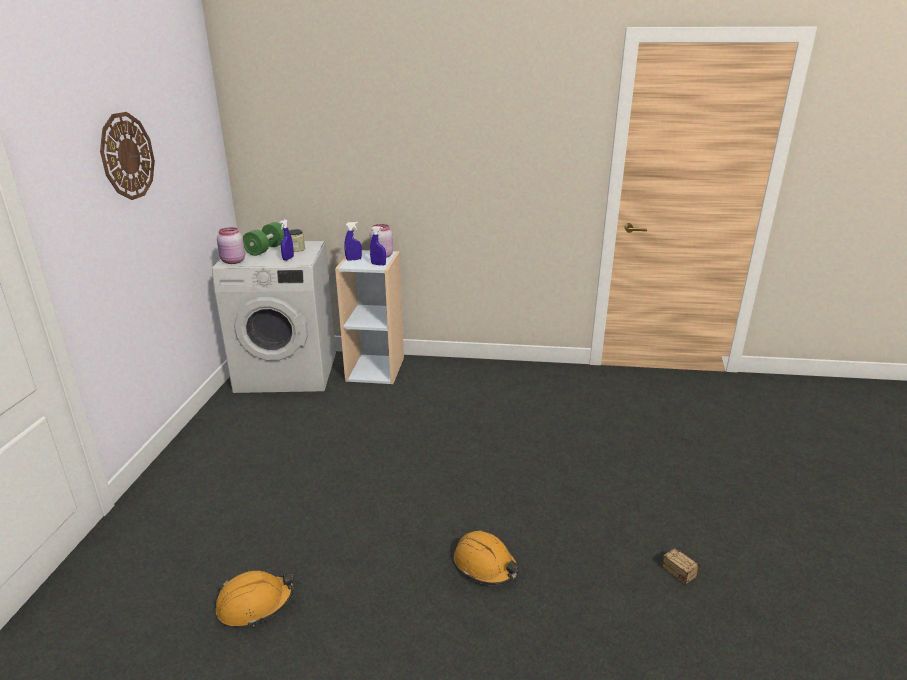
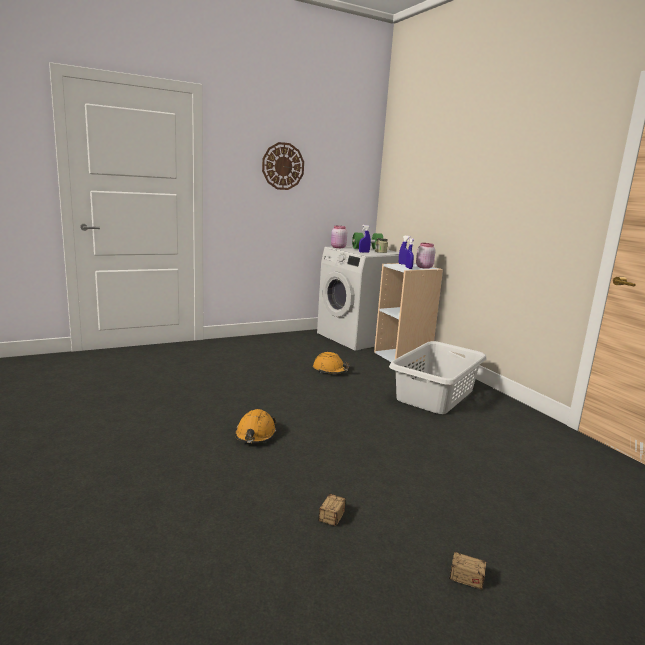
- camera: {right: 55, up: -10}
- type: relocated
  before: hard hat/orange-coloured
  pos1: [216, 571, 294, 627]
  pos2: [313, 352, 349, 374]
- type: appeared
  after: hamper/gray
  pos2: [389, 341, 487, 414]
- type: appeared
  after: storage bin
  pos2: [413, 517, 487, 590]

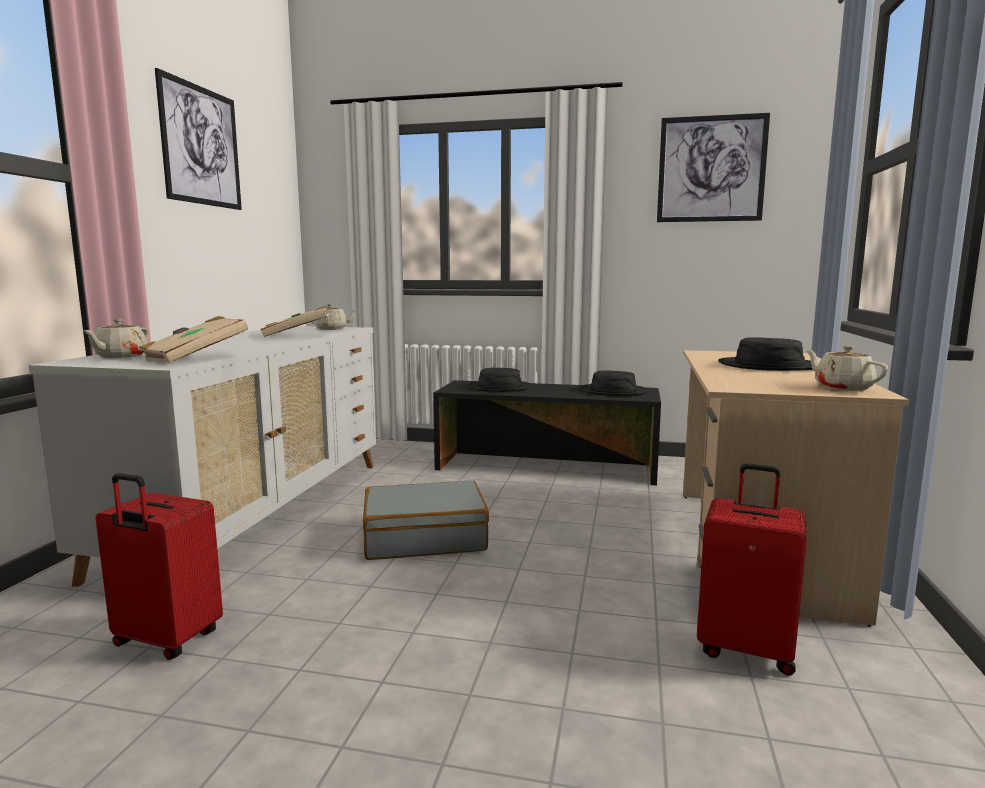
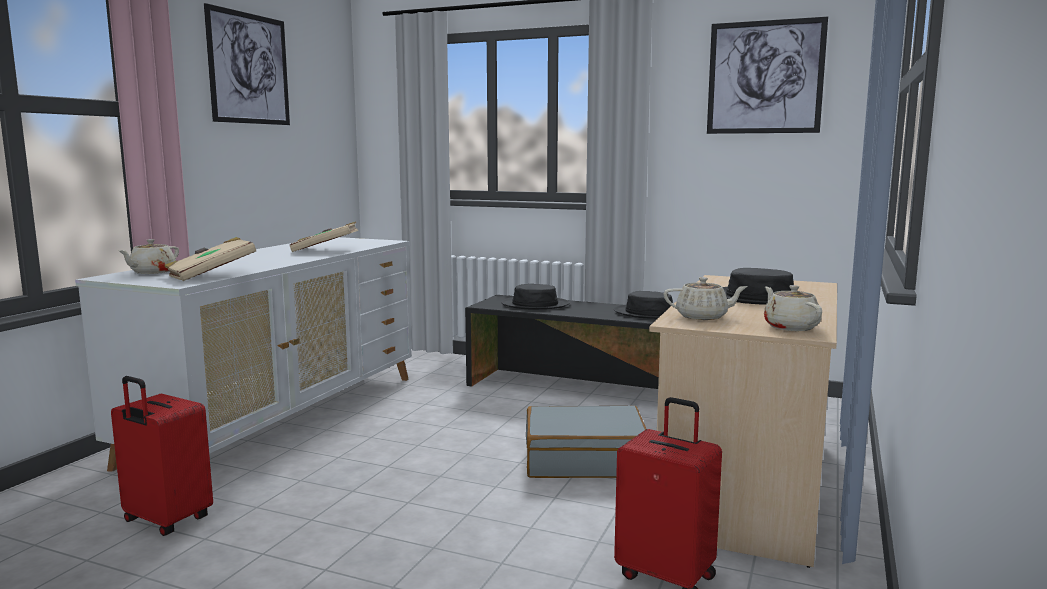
- camera: {right: 10, up: 0}
- type: relocated
  before: tea pot/sand-coloured
  pos1: [306, 303, 358, 330]
  pos2: [663, 277, 748, 320]
- type: relocated
  before: travel case/gray
  pos1: [363, 480, 489, 560]
  pos2: [526, 405, 646, 478]

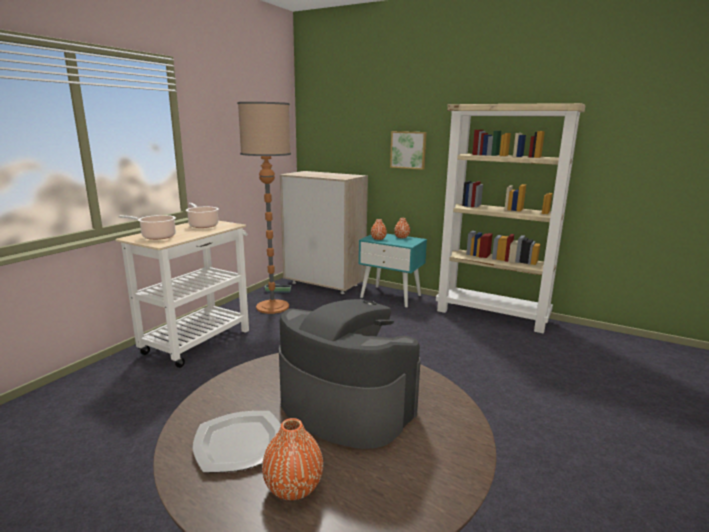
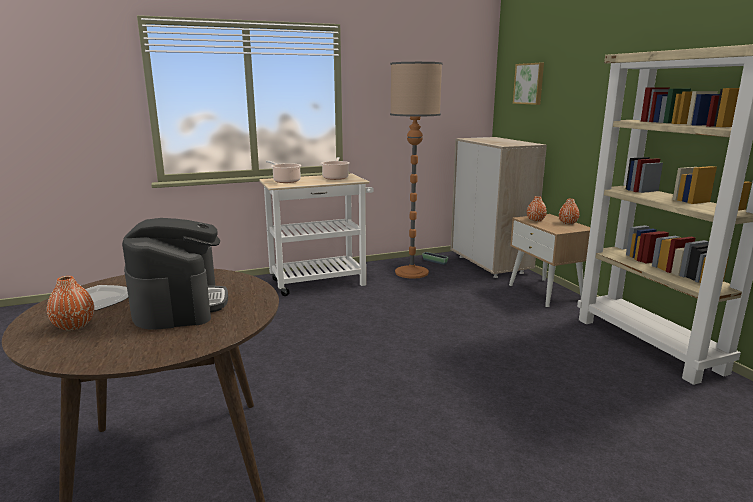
- camera: {right: 40, up: 0}
- type: colour
  before: bedside table/turquoise-coloured
  after: bedside table/sand-coloured
  pos1: [358, 234, 427, 307]
  pos2: [509, 214, 590, 307]
- type: relocated
  before: picture
  pos1: [390, 131, 427, 170]
  pos2: [513, 63, 544, 105]

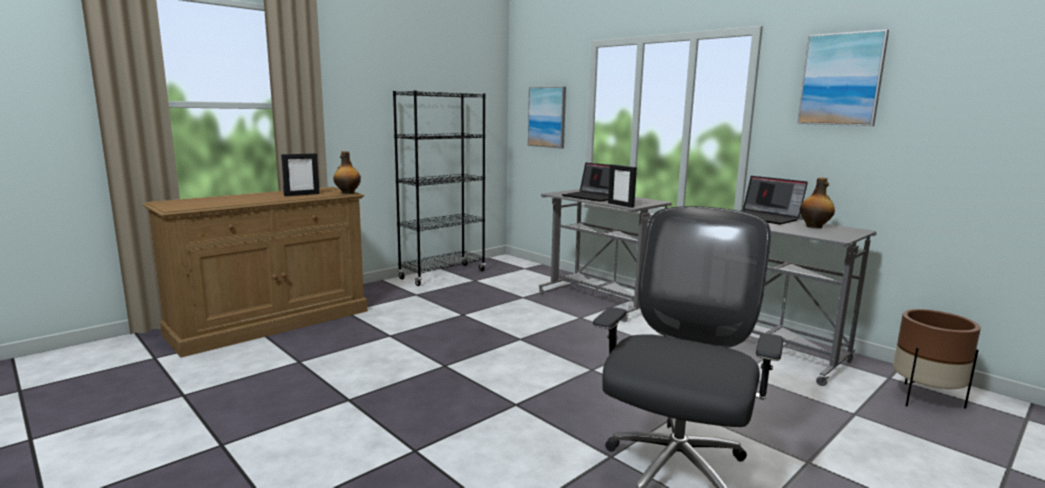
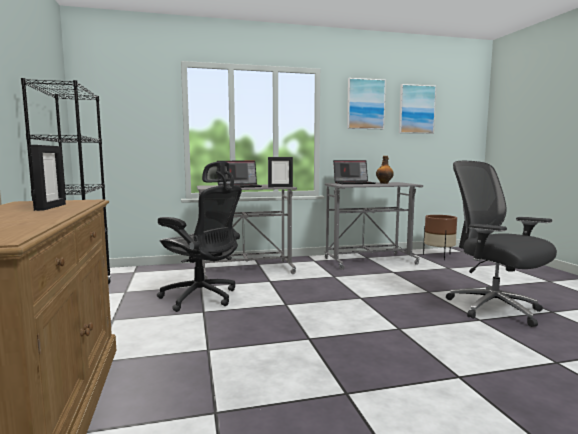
- camera: {right: -60, up: -5}
- type: missing
  before: drink bottle
  pos1: [333, 151, 361, 194]
- type: relocated
  before: picture
  pos1: [528, 87, 566, 149]
  pos2: [399, 84, 436, 134]
- type: appeared
  after: office chair
  pos2: [157, 161, 242, 312]

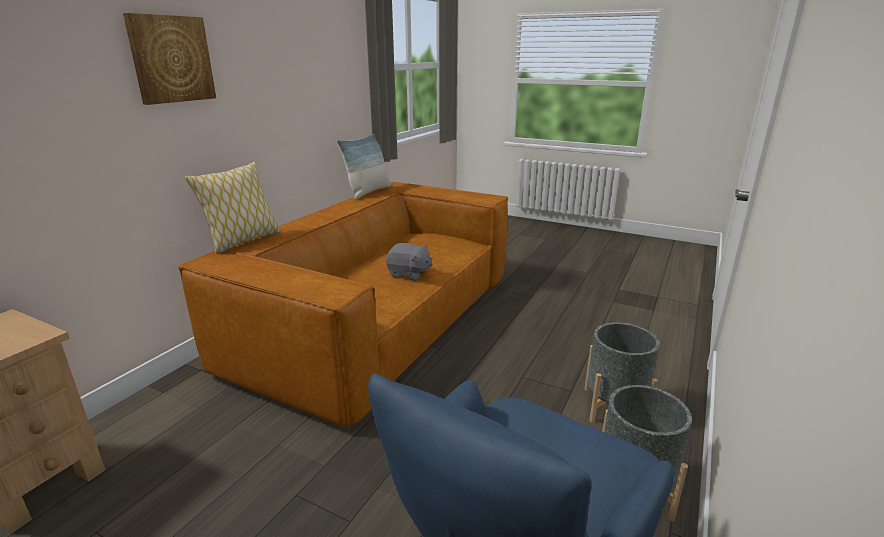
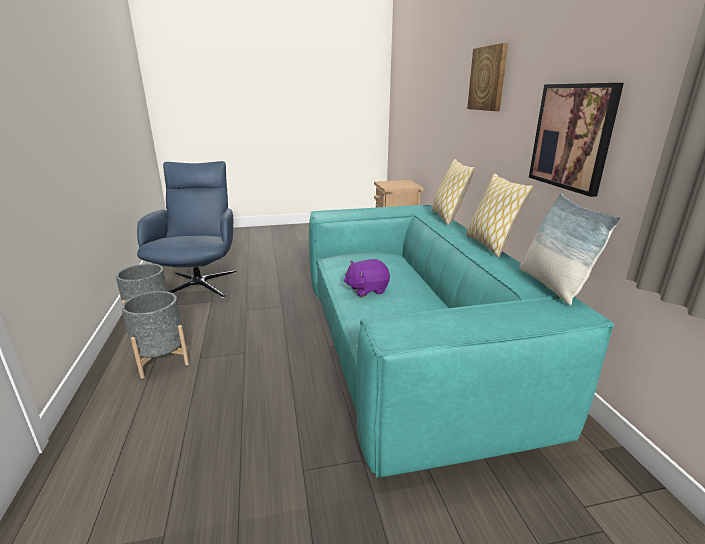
- camera: {right: 140, up: 0}
- type: colour
  before: sofa/brown
  after: sofa/turquoise-coloured
  pos1: [178, 182, 508, 429]
  pos2: [309, 205, 615, 479]
- type: colour
  before: soft toy/gray
  after: soft toy/purplish
  pos1: [386, 243, 433, 281]
  pos2: [344, 259, 390, 297]
- type: appeared
  after: cushion
  pos2: [466, 173, 533, 257]
- type: appeared
  after: picture
  pos2: [529, 83, 624, 197]

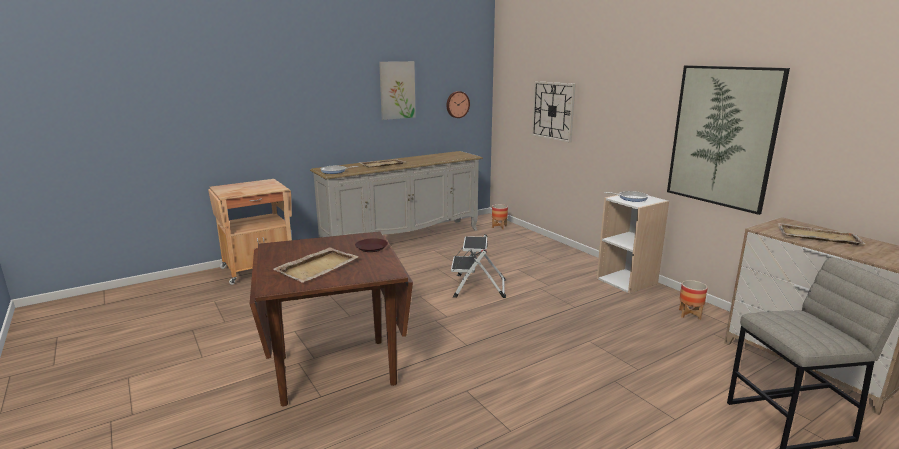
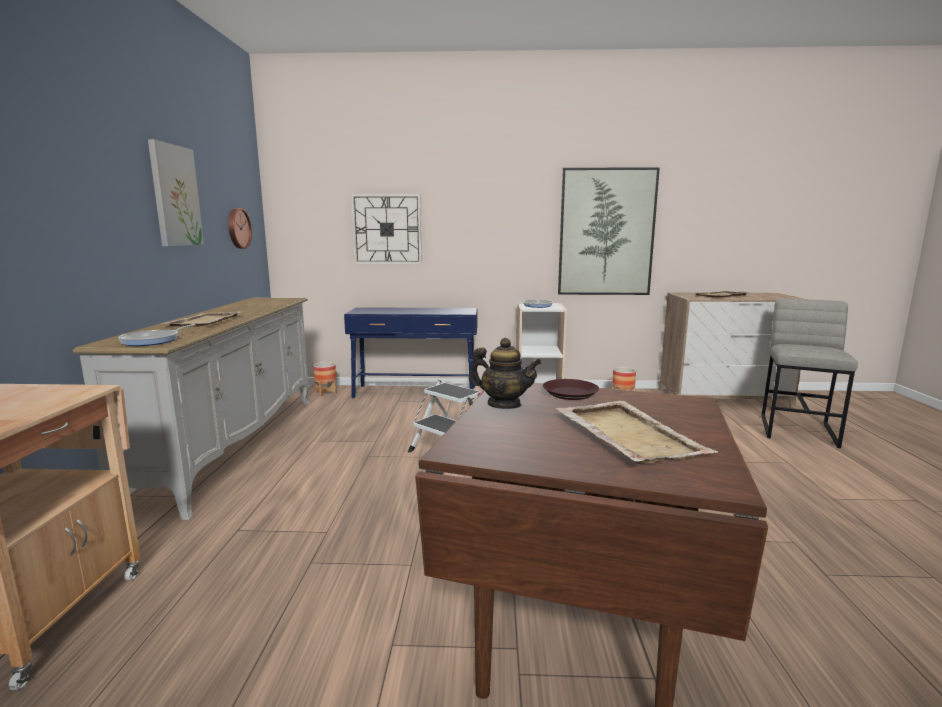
- camera: {right: -55, up: -5}
- type: appeared
  after: narrow table/bluish
  pos2: [344, 307, 478, 400]
- type: appeared
  after: tea pot
  pos2: [469, 338, 541, 409]

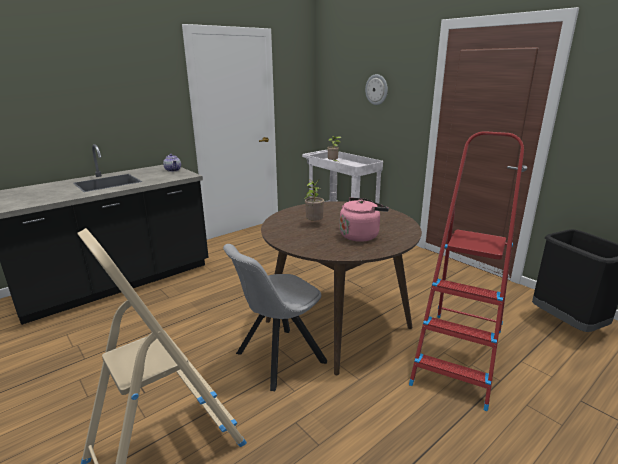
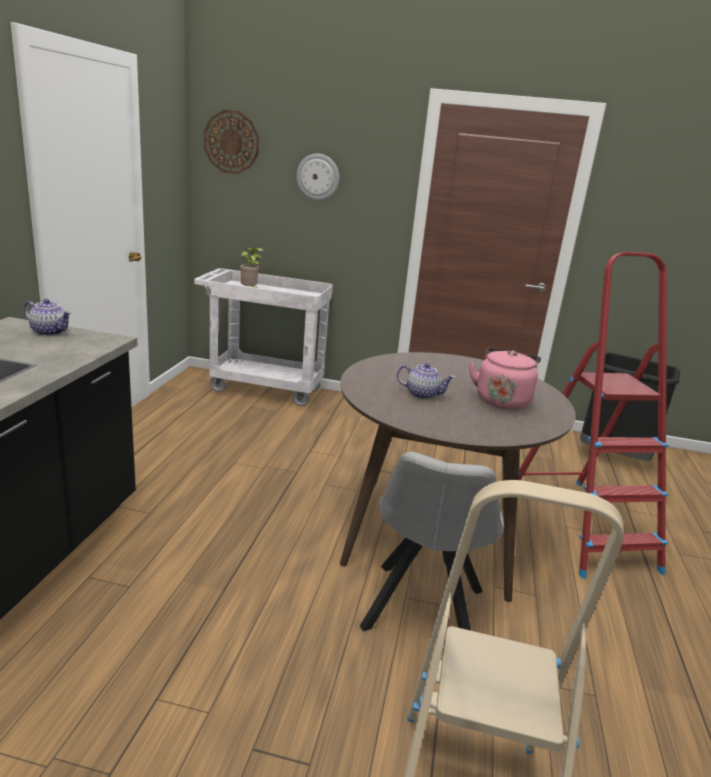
- camera: {right: -40, up: 0}
- type: exchanged
  before: potted plant
  after: tea pot
  pos1: [304, 179, 324, 221]
  pos2: [397, 363, 455, 399]
- type: appeared
  after: clock on the wall
  pos2: [204, 110, 259, 174]

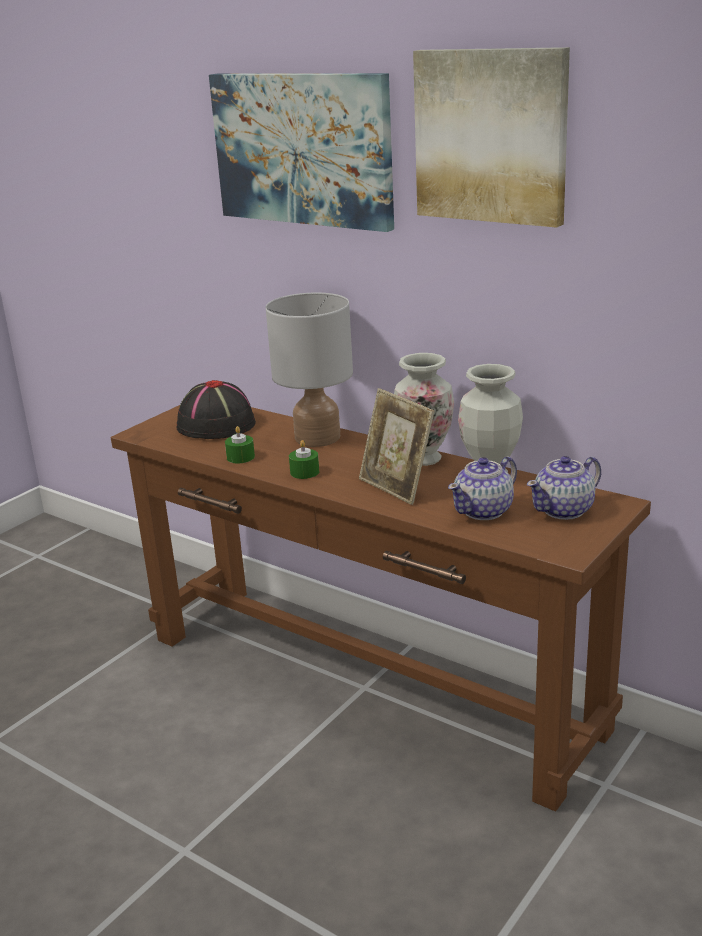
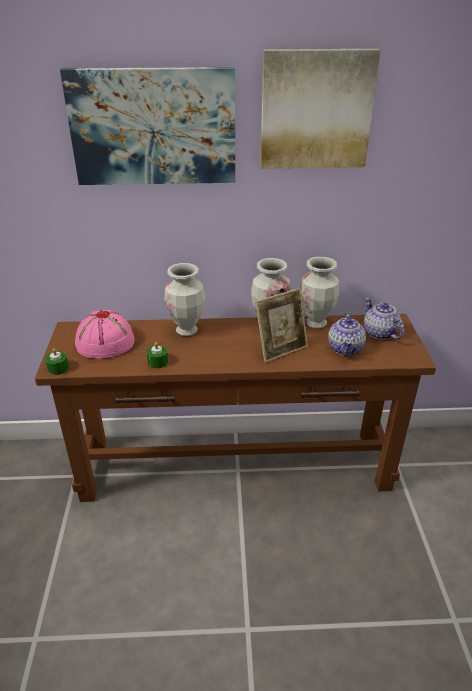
- camera: {right: -40, up: 10}
- type: colour
  before: clothing hat/blackish
  after: clothing hat/pinkish
  pos1: [176, 380, 256, 439]
  pos2: [75, 310, 135, 359]
- type: exchanged
  before: lamp for a table/gray
  after: flower vase
  pos1: [266, 292, 353, 447]
  pos2: [164, 263, 205, 336]
- type: relocated
  before: wax candle/green
  pos1: [289, 440, 319, 479]
  pos2: [45, 348, 69, 375]
- type: spun
  before: standing frame
  pos1: [359, 388, 434, 505]
  pos2: [255, 288, 308, 363]
  turn: -45
- type: spun
  before: tea pot
  pos1: [527, 456, 601, 520]
  pos2: [364, 298, 405, 340]
  turn: 135

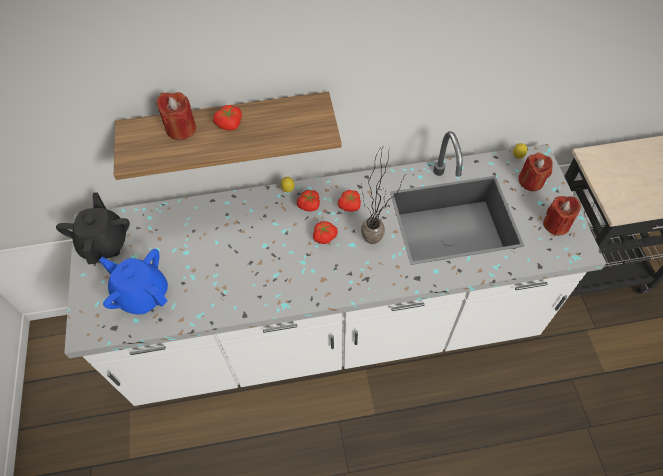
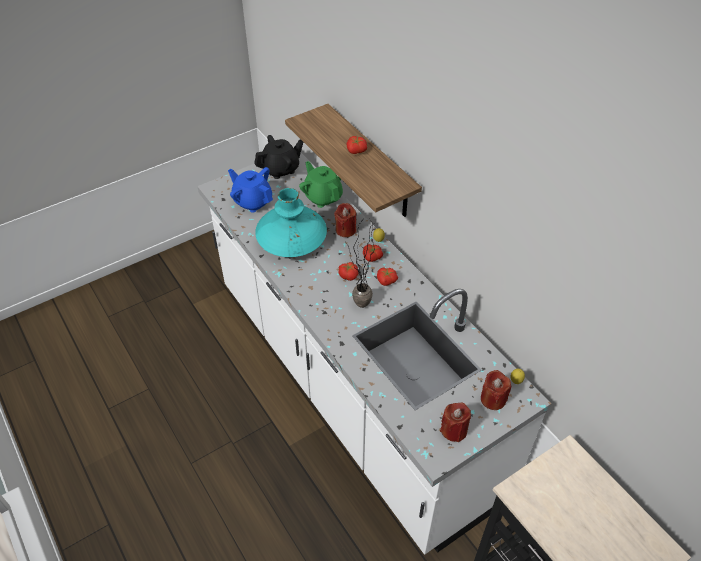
- camera: {right: 65, up: -10}
- type: spun
  before: tea pot/bluish
  pos1: [99, 249, 168, 314]
  pos2: [228, 167, 273, 213]
  turn: -60
- type: relocated
  before: wax candle/reddish
  pos1: [156, 92, 196, 140]
  pos2: [334, 203, 357, 237]
- type: appeared
  after: flower vase/turquoise-coloured
  pos2: [255, 188, 327, 257]
- type: appeared
  after: tea pot/green
  pos2: [299, 161, 343, 208]

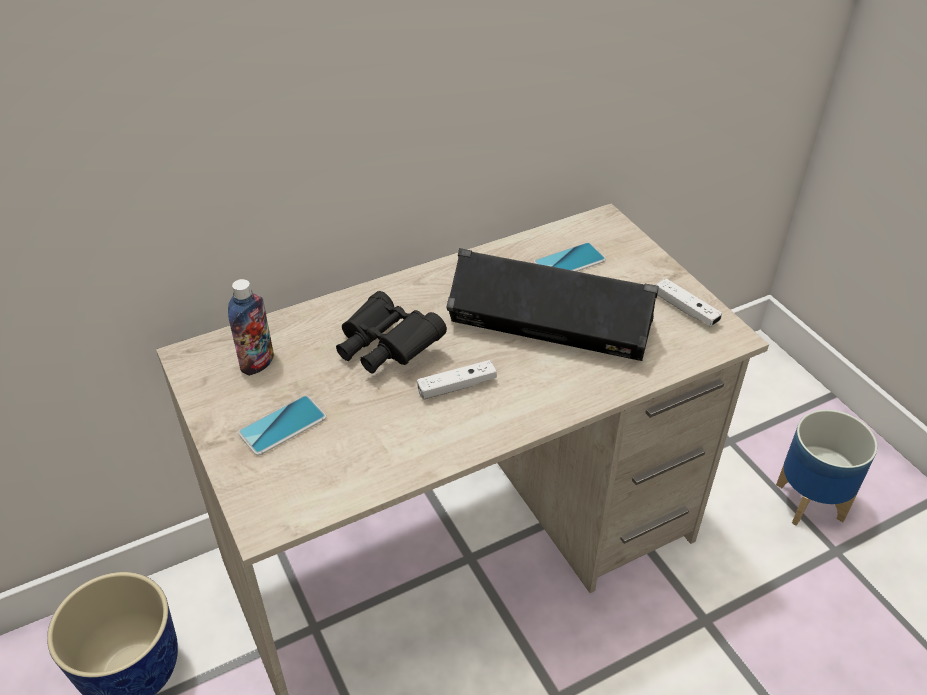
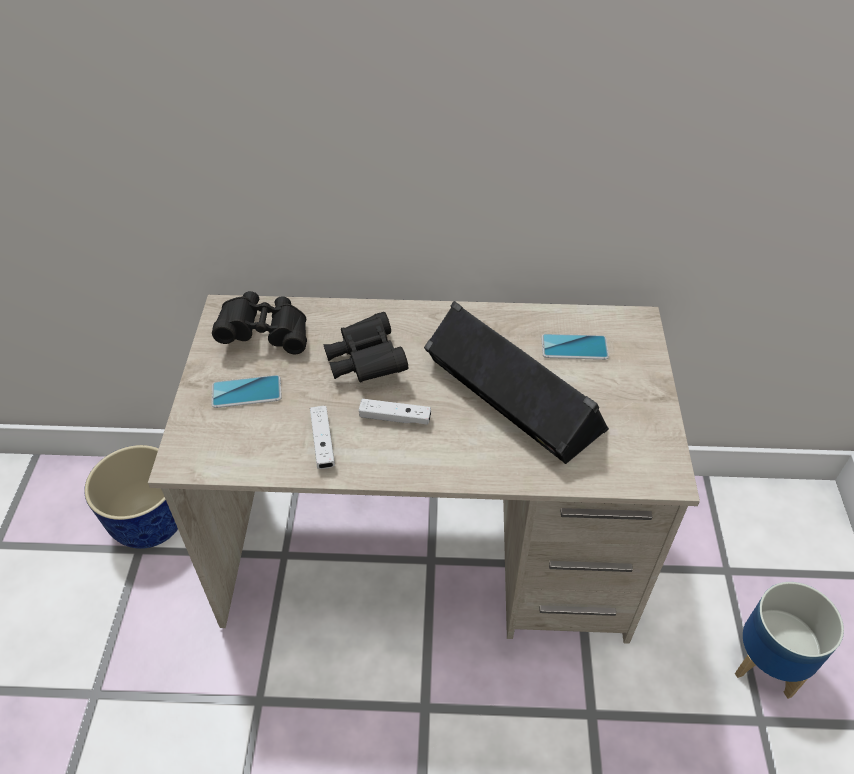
- camera: {right: 30, up: 5}
- type: exchanged
  before: drink bottle
  after: binoculars/blackish
  pos1: [228, 279, 274, 376]
  pos2: [212, 291, 307, 354]
- type: relocated
  before: joypad/white
  pos1: [656, 278, 722, 326]
  pos2: [310, 406, 335, 469]

